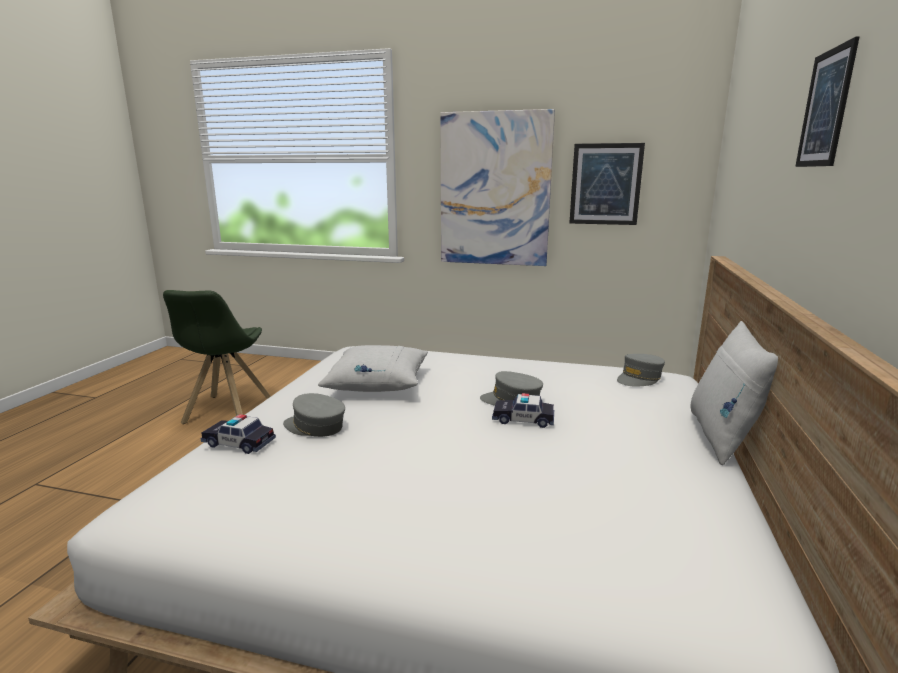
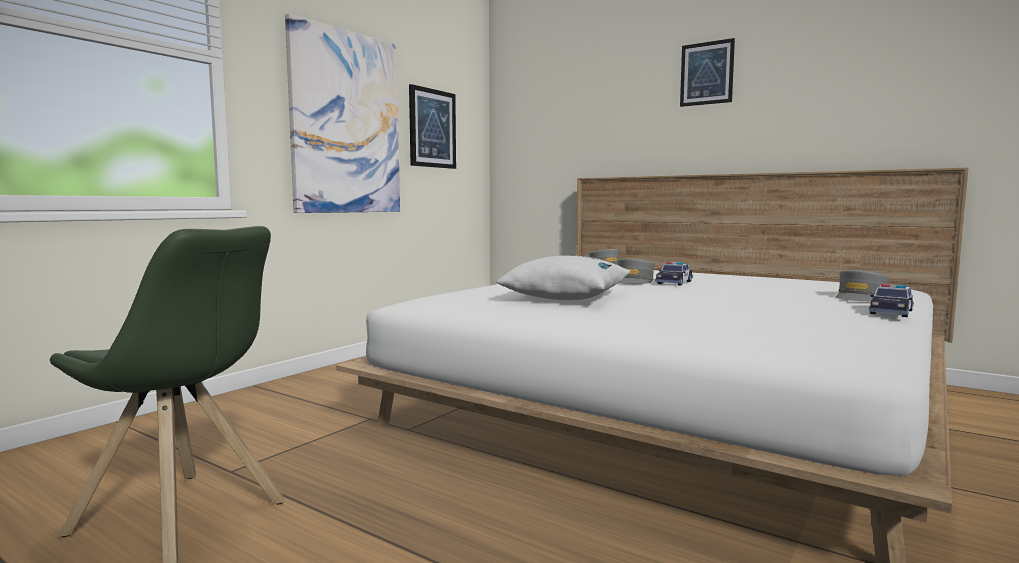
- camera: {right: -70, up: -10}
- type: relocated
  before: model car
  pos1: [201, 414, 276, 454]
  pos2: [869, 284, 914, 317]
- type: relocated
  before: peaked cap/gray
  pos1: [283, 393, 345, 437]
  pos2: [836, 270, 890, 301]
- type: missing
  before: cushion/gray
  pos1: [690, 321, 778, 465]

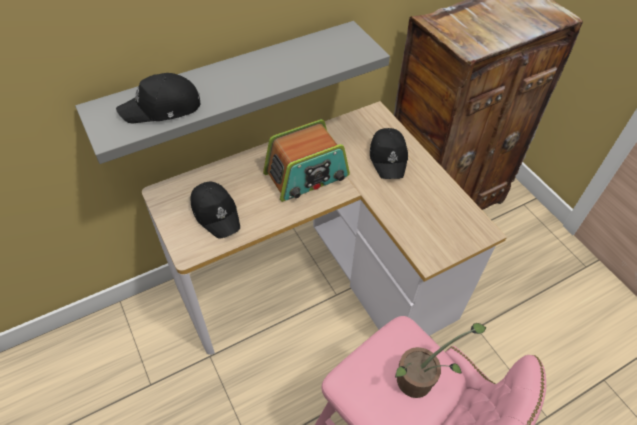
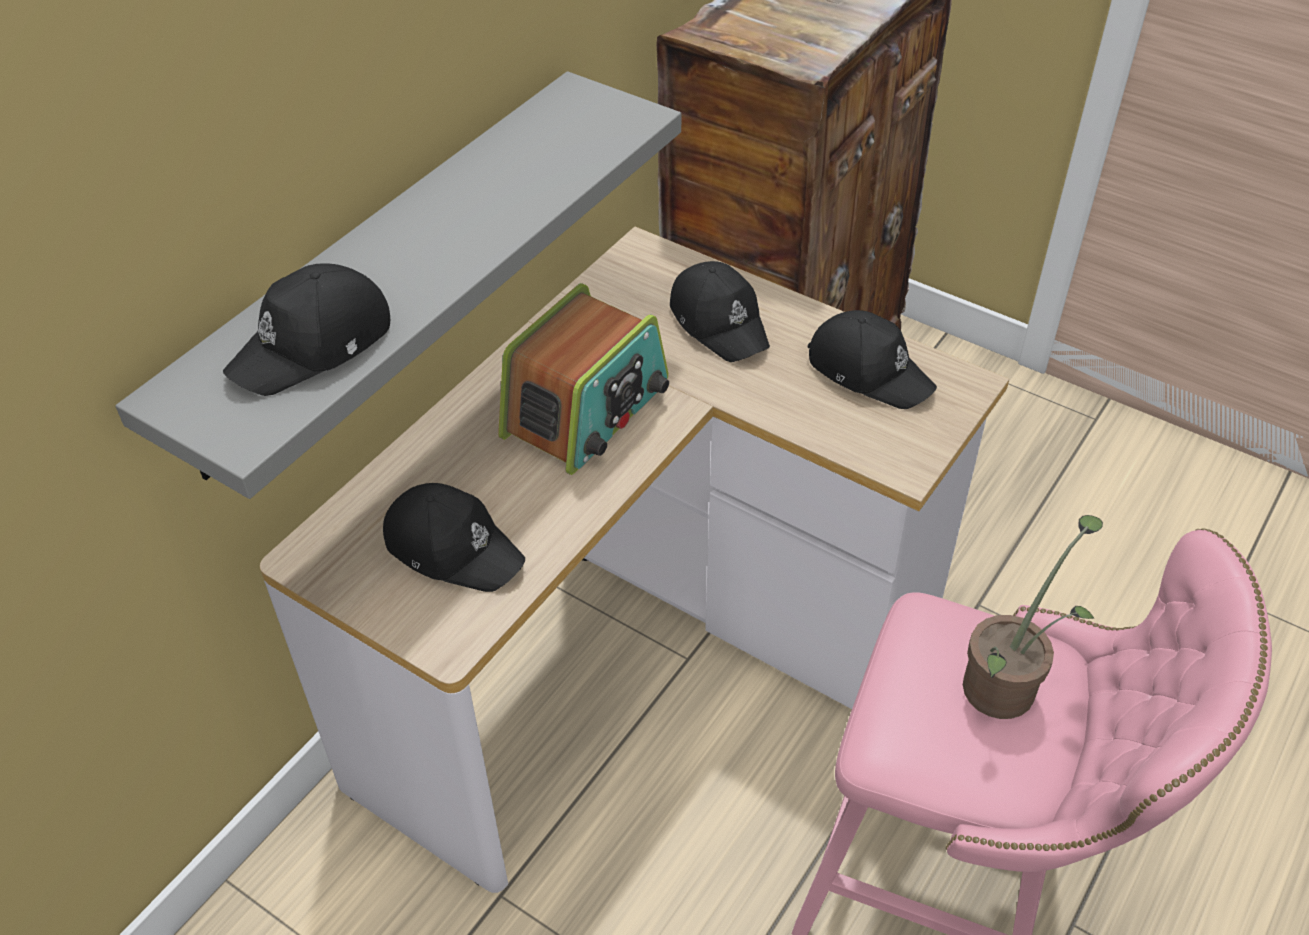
- camera: {right: -25, up: -5}
- type: appeared
  after: peaked cap/blackish
  pos2: [808, 310, 937, 409]

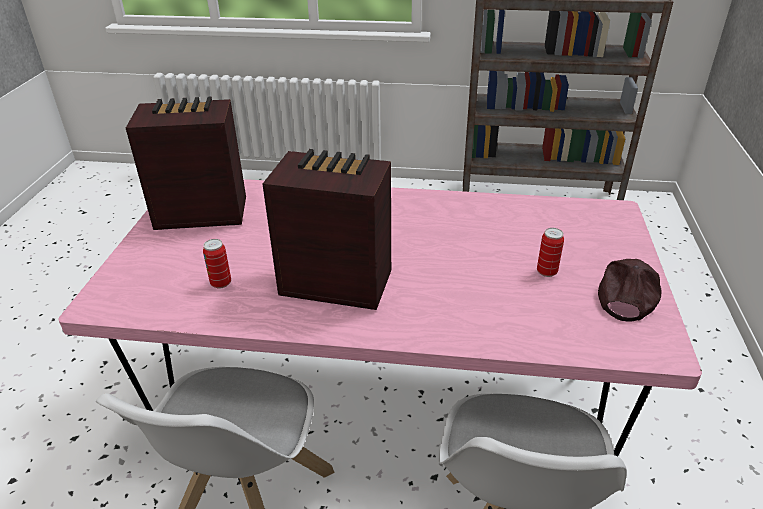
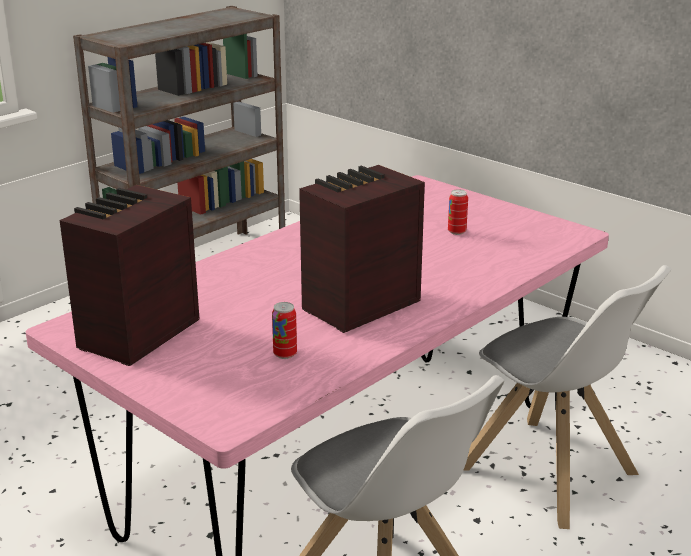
- camera: {right: -55, up: -10}
- type: missing
  before: peaked cap/brown
  pos1: [598, 259, 662, 322]

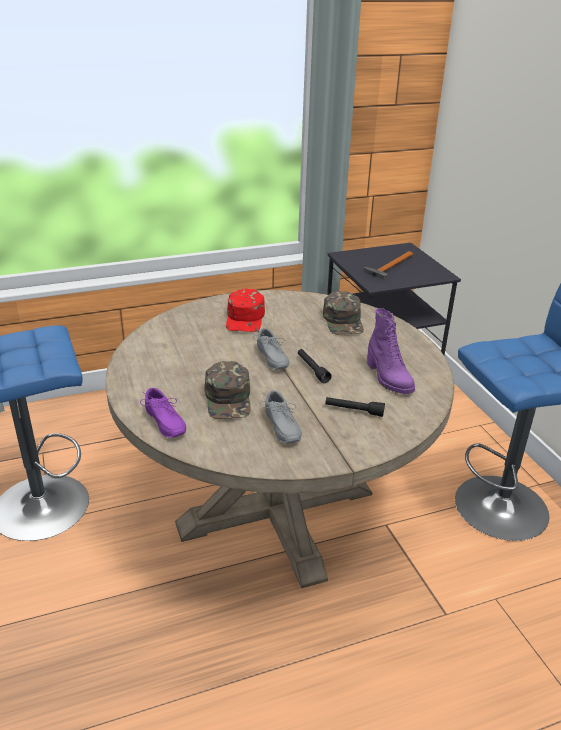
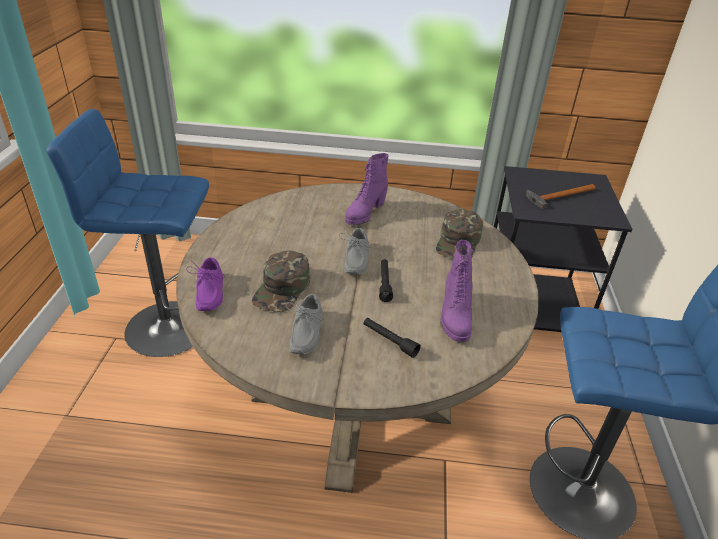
- camera: {right: 25, up: 5}
- type: exchanged
  before: peaked cap/reddish
  after: high-top boot/purplish
  pos1: [226, 288, 265, 332]
  pos2: [345, 153, 389, 225]

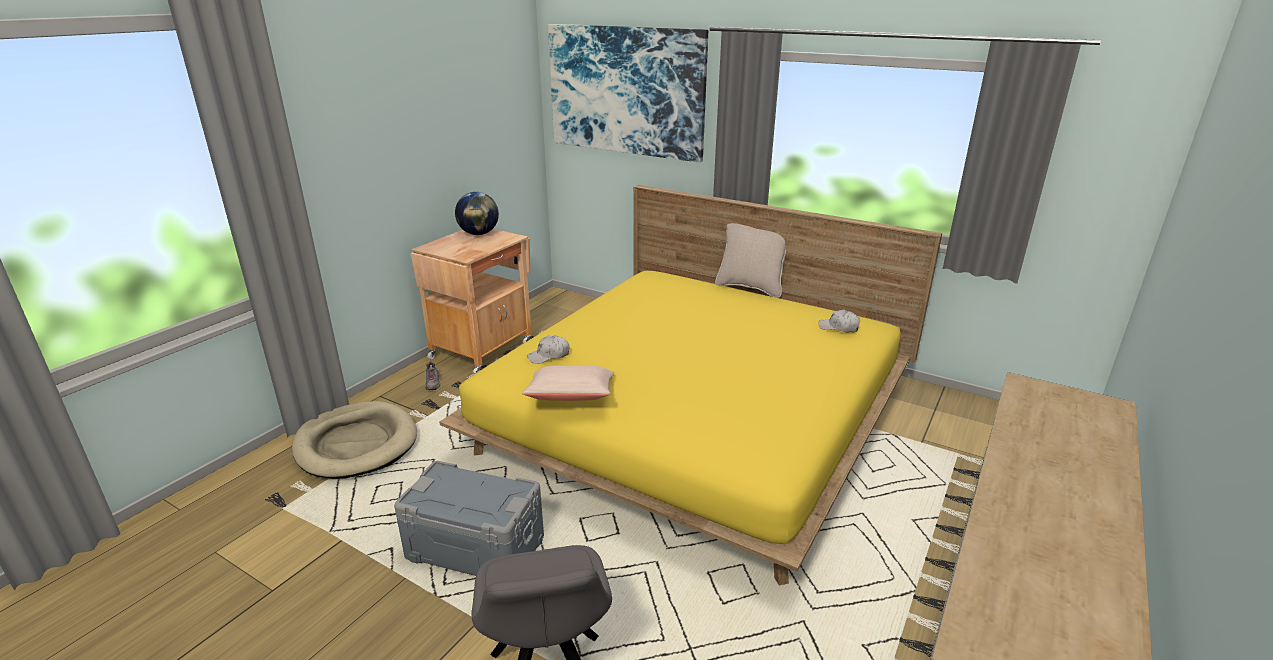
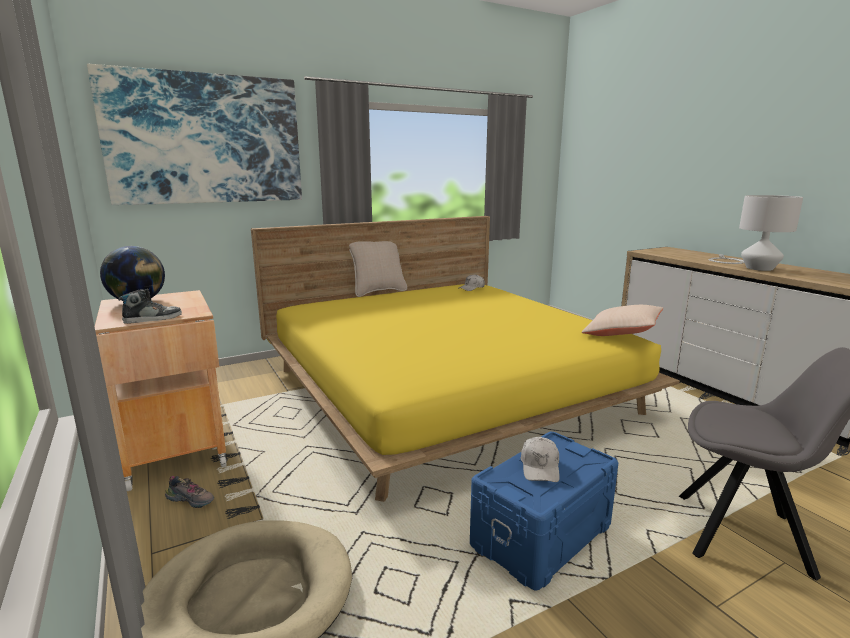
- camera: {right: -60, up: -10}
- type: colour
  before: storage bin/gray
  after: storage bin/bluish
  pos1: [394, 461, 544, 576]
  pos2: [470, 432, 618, 590]
- type: relocated
  before: cushion/sand-coloured
  pos1: [522, 365, 614, 401]
  pos2: [582, 305, 663, 336]
- type: relocated
  before: peaked cap/white
  pos1: [527, 335, 569, 364]
  pos2: [521, 437, 560, 482]
- type: appeared
  after: low shoe
  pos2: [119, 289, 182, 324]
- type: appeared
  after: lamp for a table/white
  pos2: [709, 195, 803, 271]

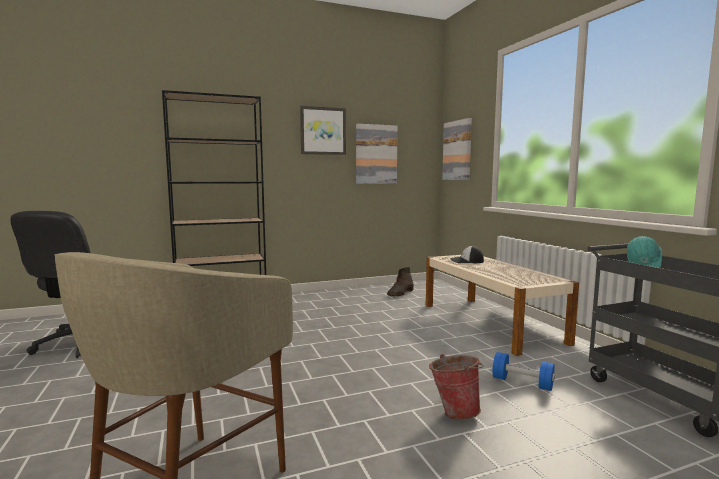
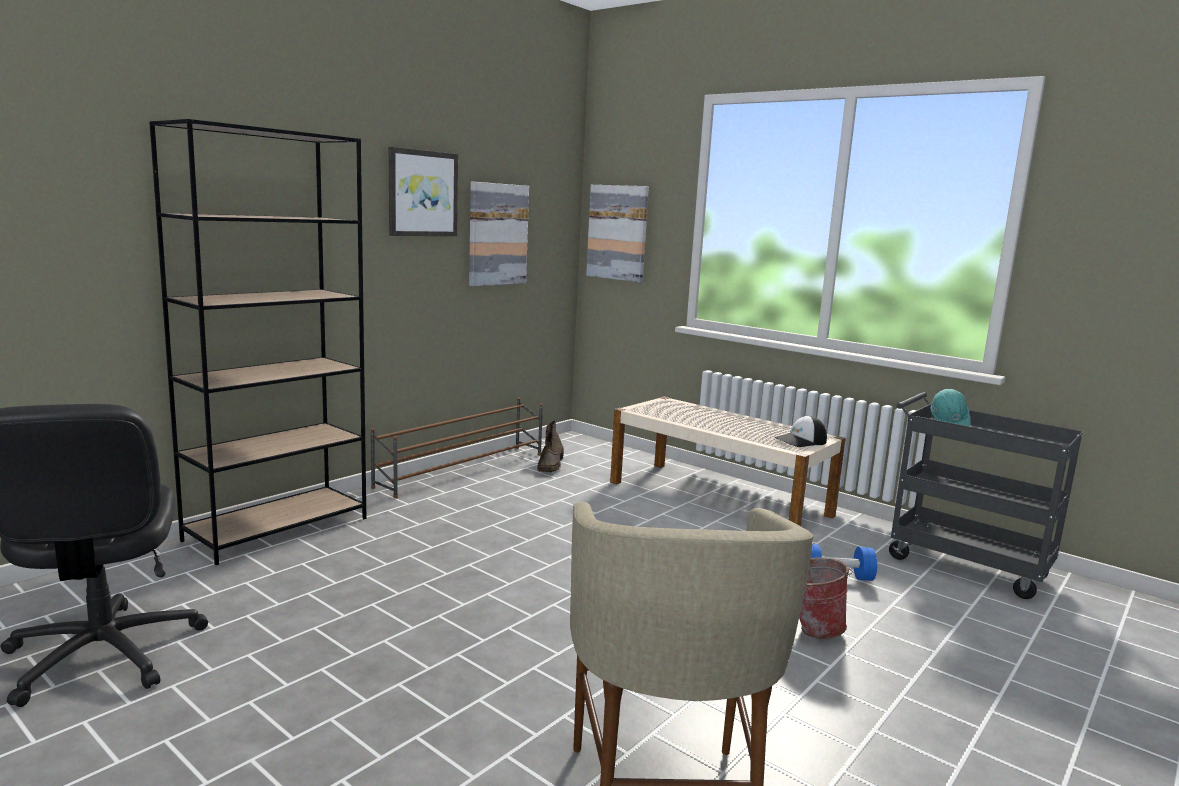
- camera: {right: -30, up: 5}
- type: relocated
  before: peaked cap
  pos1: [450, 246, 484, 263]
  pos2: [774, 416, 827, 447]
- type: appeared
  after: shoe stand/brown
  pos2: [371, 398, 543, 499]

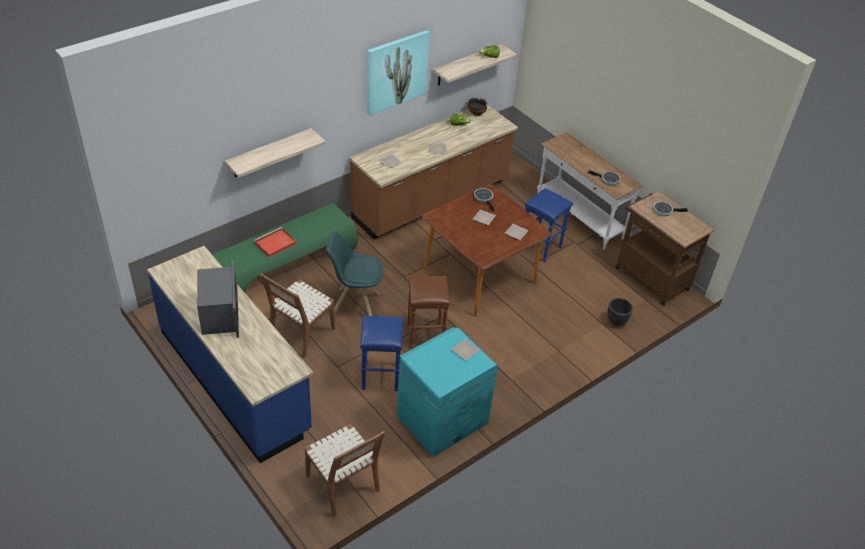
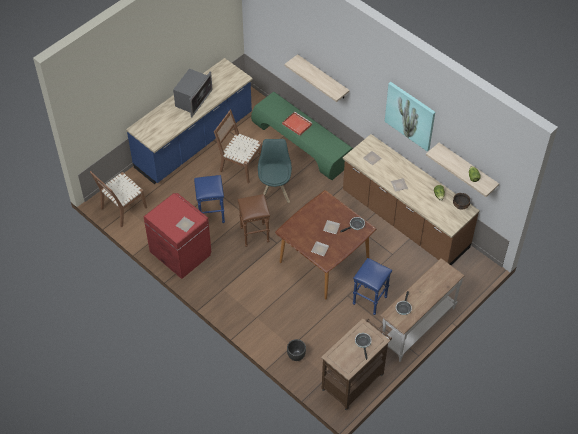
- camera: {right: 85, up: 10}
- type: spun
  before: kitchen microwave
  pos1: [197, 260, 239, 338]
  pos2: [173, 69, 213, 117]
  turn: -45
- type: colour
  before: laundry appliance/turquoise-coloured
  after: laundry appliance/reddish
  pos1: [397, 327, 498, 457]
  pos2: [144, 193, 211, 279]

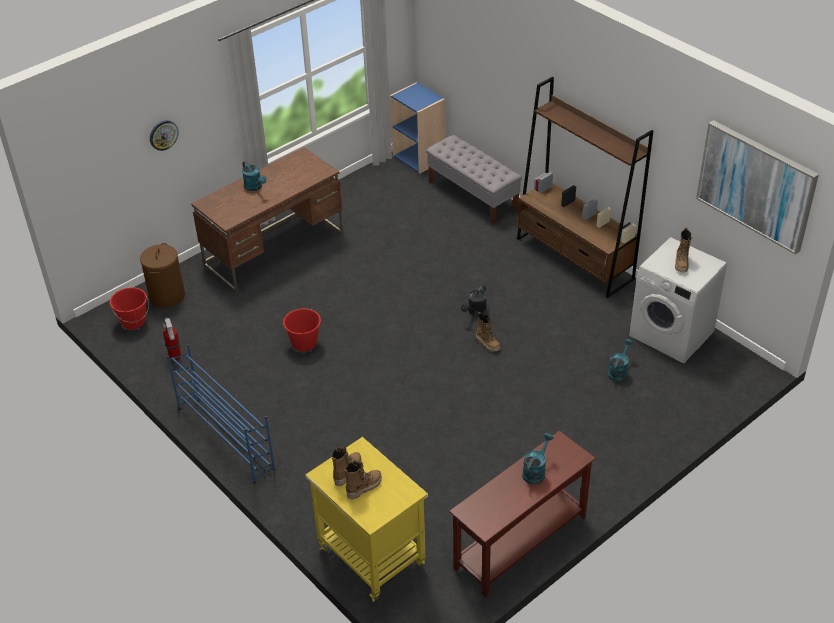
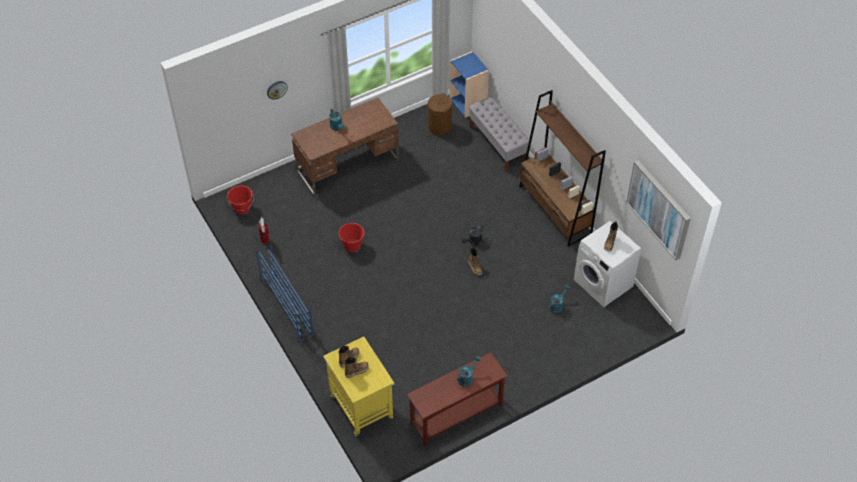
- camera: {right: 10, up: 10}
- type: relocated
  before: hamper/brown
  pos1: [140, 243, 185, 308]
  pos2: [428, 93, 452, 136]

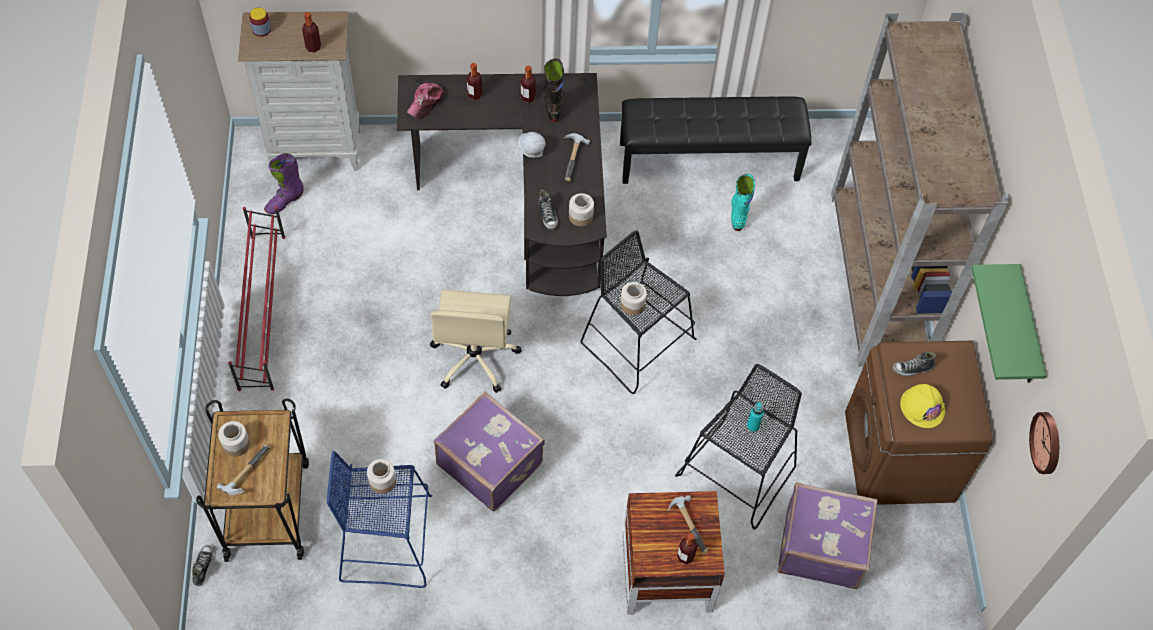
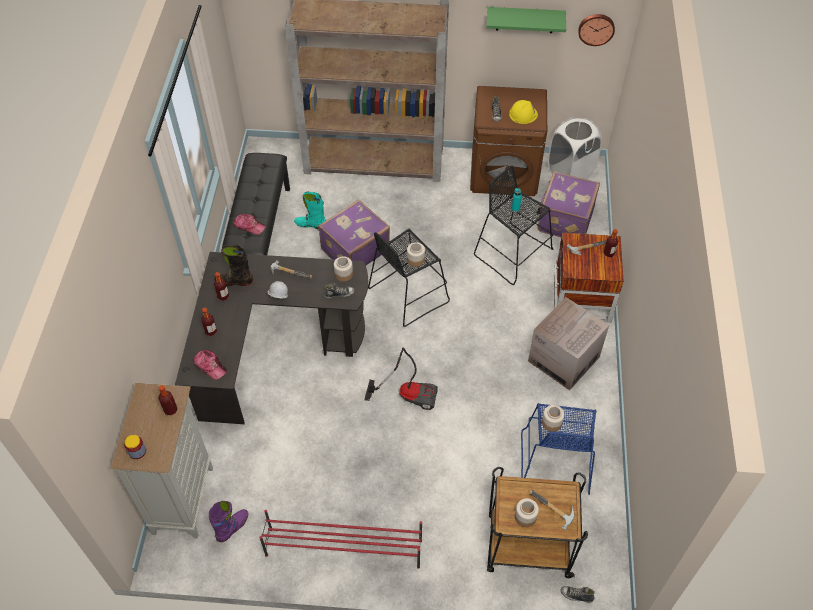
- camera: {right: -80, up: -5}
- type: spun
  before: high-top boot/purplish
  pos1: [264, 153, 303, 214]
  pos2: [209, 501, 248, 542]
  turn: -105
- type: exchanged
  before: office chair/sand-coloured
  after: vacuum
  pos1: [430, 290, 522, 393]
  pos2: [364, 348, 438, 410]
- type: relocated
  before: travel case/purplish
  pos1: [434, 392, 545, 512]
  pos2: [318, 199, 390, 265]
- type: appeared
  after: peaked cap
  pos2: [233, 214, 266, 235]
- type: appeared
  after: cardboard box
  pos2: [528, 297, 609, 390]
- type: appeared
  after: hamper/white
  pos2: [548, 117, 602, 179]

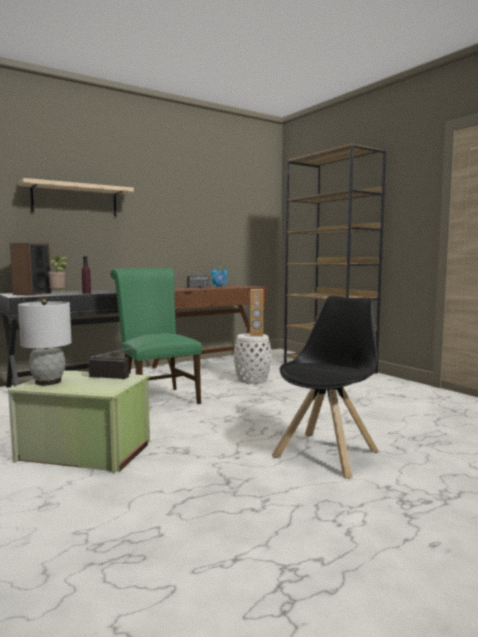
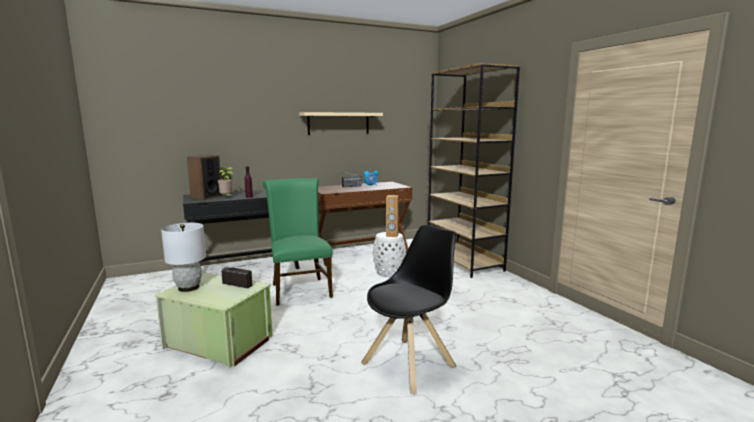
- camera: {right: 10, up: 5}
- type: relocated
  before: bracket shelf/sand-coloured
  pos1: [18, 178, 134, 216]
  pos2: [299, 112, 383, 135]

